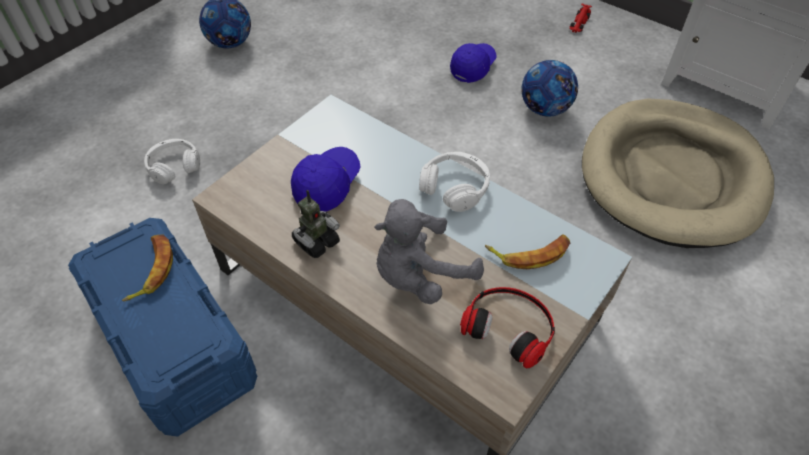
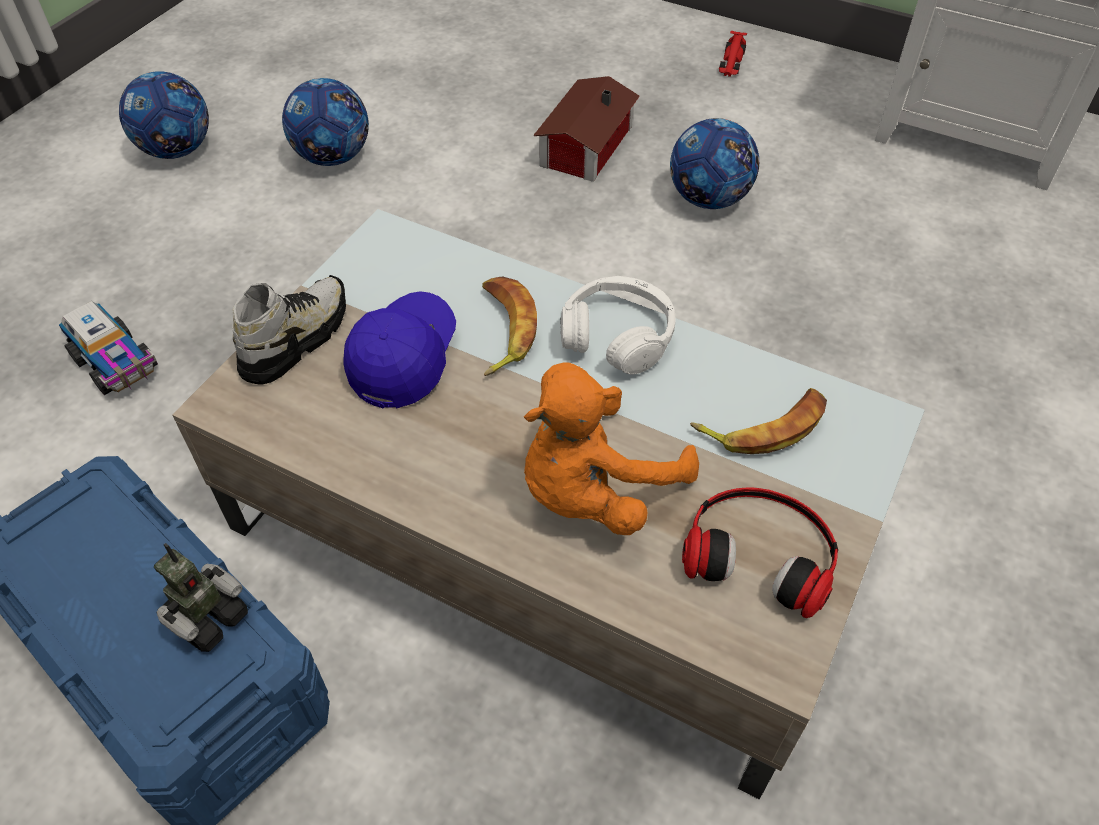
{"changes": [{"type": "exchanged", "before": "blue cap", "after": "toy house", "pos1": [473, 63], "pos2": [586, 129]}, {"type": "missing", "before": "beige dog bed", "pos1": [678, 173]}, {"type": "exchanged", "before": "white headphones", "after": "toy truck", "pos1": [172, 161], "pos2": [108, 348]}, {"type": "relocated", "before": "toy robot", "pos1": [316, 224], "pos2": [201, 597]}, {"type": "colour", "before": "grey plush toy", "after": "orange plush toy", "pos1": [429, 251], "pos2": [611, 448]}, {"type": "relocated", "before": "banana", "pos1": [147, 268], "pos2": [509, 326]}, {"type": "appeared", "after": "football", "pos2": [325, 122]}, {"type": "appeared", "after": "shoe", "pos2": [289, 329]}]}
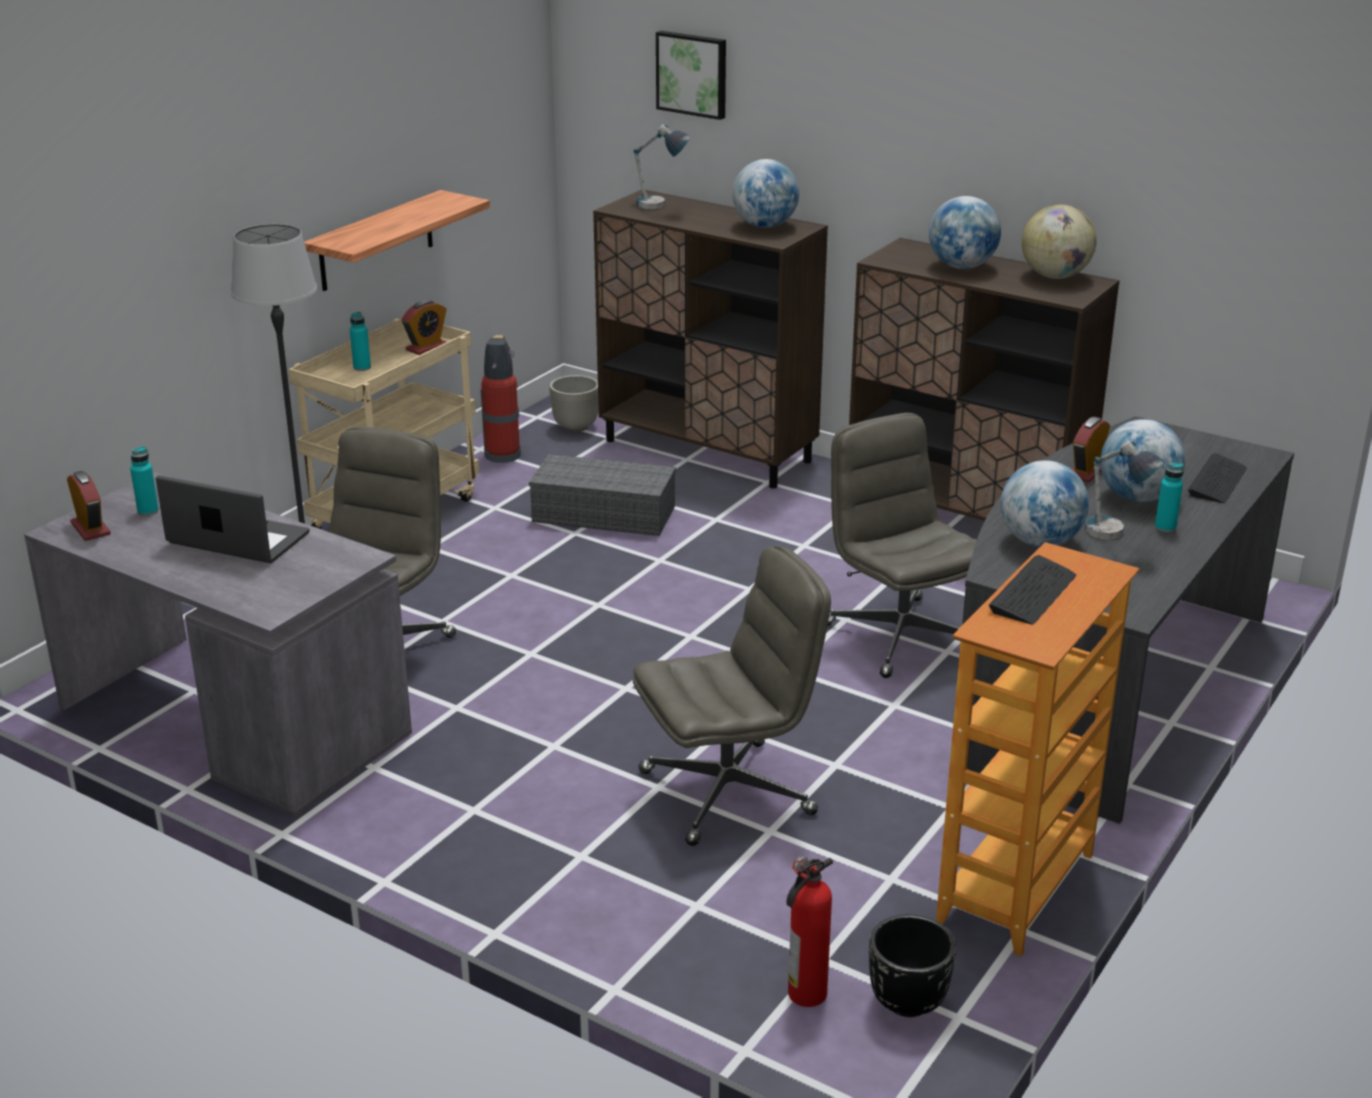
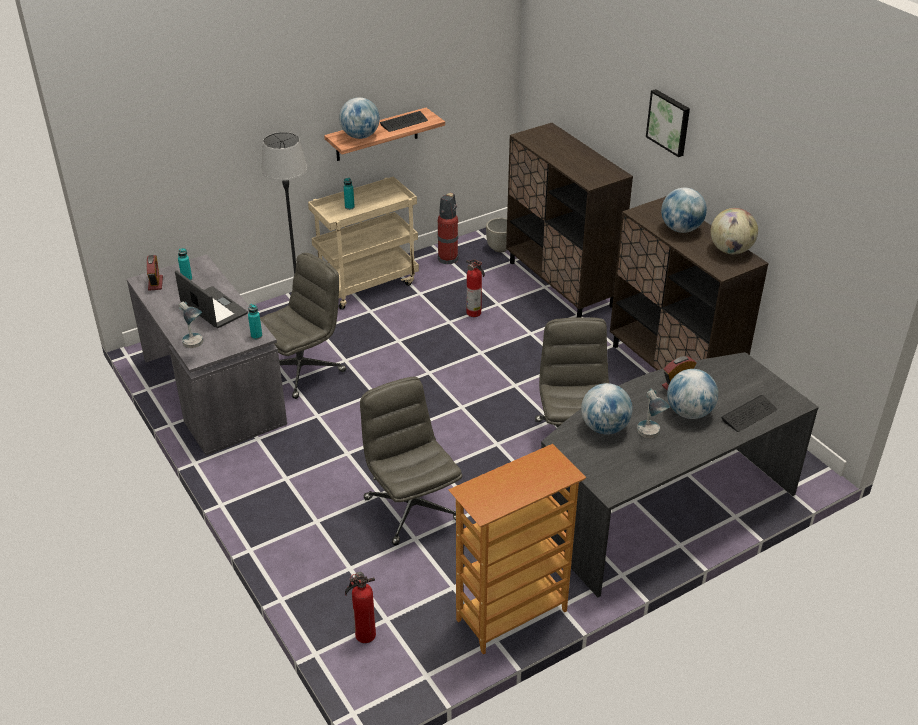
{"changes": [{"type": "relocated", "before": "picture", "pos1": [691, 75], "pos2": [668, 123]}, {"type": "relocated", "before": "table lamp", "pos1": [662, 166], "pos2": [191, 324]}, {"type": "relocated", "before": "globe", "pos1": [765, 193], "pos2": [359, 118]}, {"type": "missing", "before": "alarm clock", "pos1": [424, 327]}, {"type": "exchanged", "before": "grey storage box", "after": "fire extinguisher", "pos1": [602, 495], "pos2": [475, 288]}, {"type": "relocated", "before": "turquoise bottle", "pos1": [1169, 497], "pos2": [255, 321]}, {"type": "spun", "before": "grey office chair", "pos1": [732, 696], "pos2": [411, 461], "turn": -120}, {"type": "relocated", "before": "keyboard", "pos1": [1032, 590], "pos2": [404, 121]}, {"type": "missing", "before": "black planter", "pos1": [912, 965]}]}
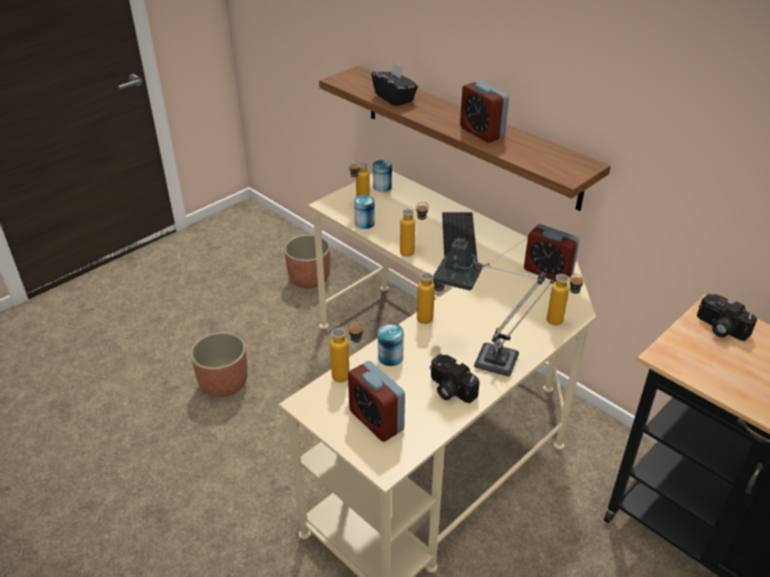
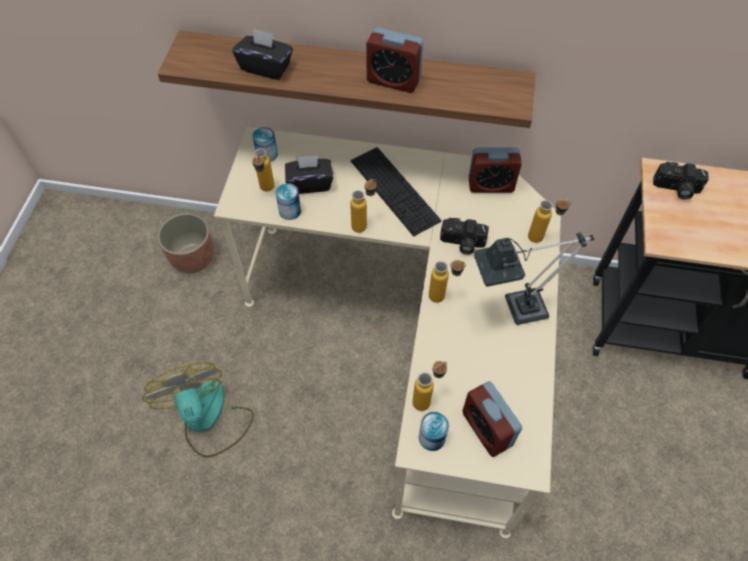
{"changes": [{"type": "relocated", "before": "can", "pos1": [391, 344], "pos2": [434, 431]}, {"type": "exchanged", "before": "planter", "after": "fan", "pos1": [219, 364], "pos2": [198, 410]}, {"type": "relocated", "before": "photo camera", "pos1": [454, 378], "pos2": [464, 236]}, {"type": "spun", "before": "alarm clock", "pos1": [376, 401], "pos2": [492, 419], "turn": 45}, {"type": "appeared", "after": "black tissue box", "pos2": [309, 175]}]}
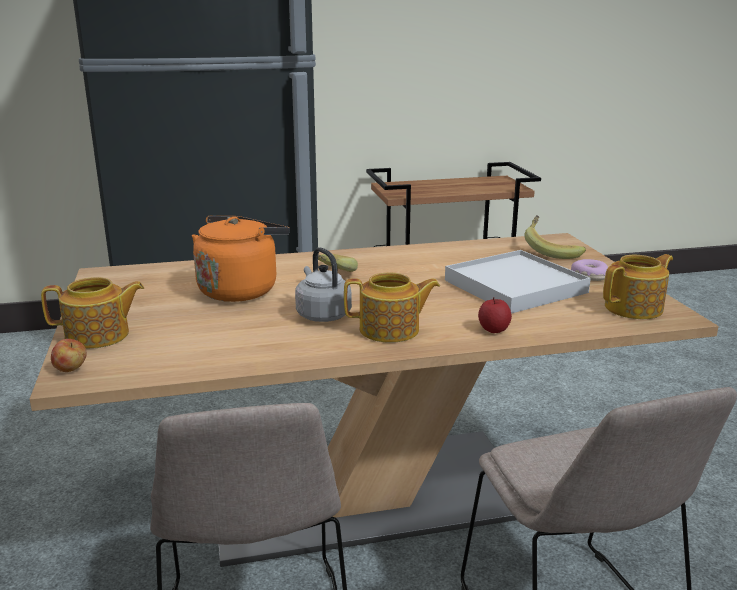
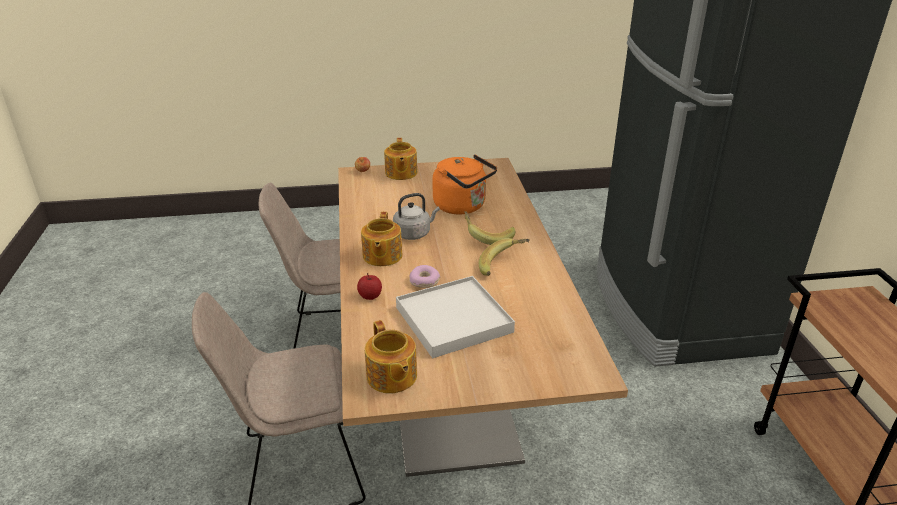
{"changes": [{"type": "relocated", "before": "banana", "pos1": [555, 237], "pos2": [504, 257]}, {"type": "relocated", "before": "donut", "pos1": [589, 270], "pos2": [424, 276]}]}
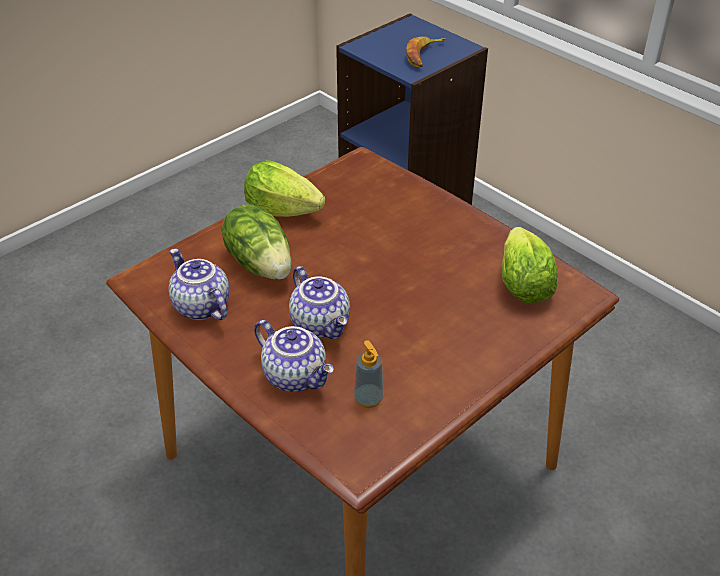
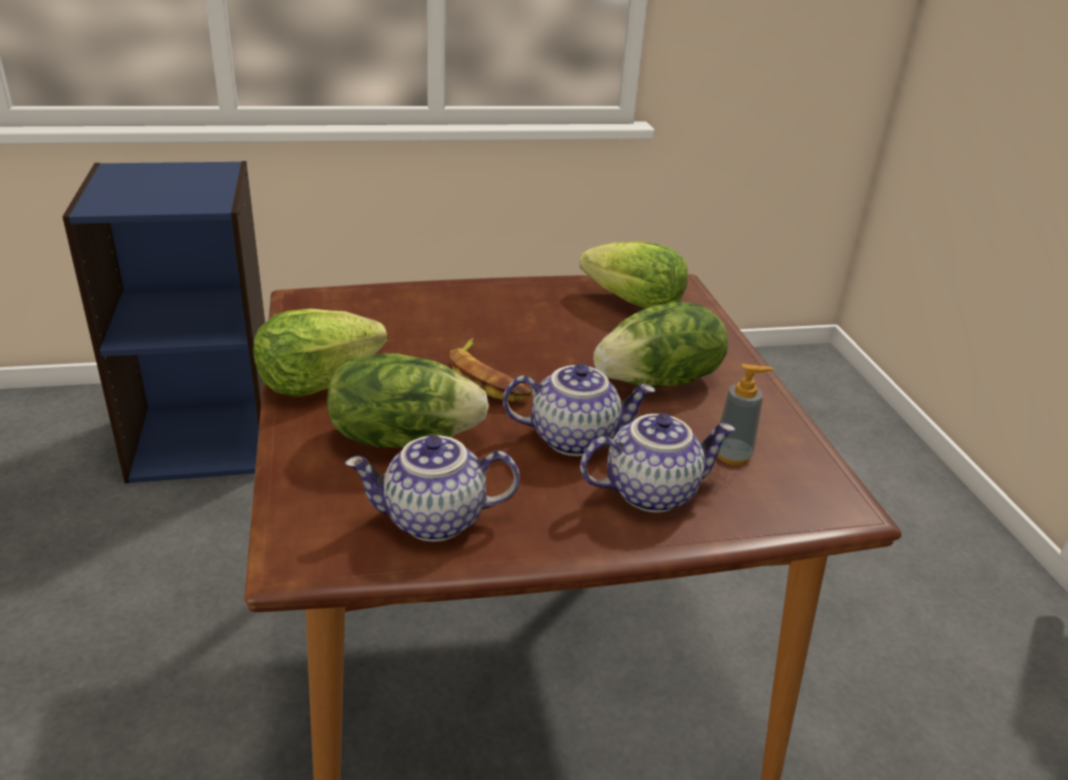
{"changes": [{"type": "relocated", "before": "banana", "pos1": [426, 51], "pos2": [490, 370]}, {"type": "appeared", "after": "lettuce", "pos2": [660, 344]}]}
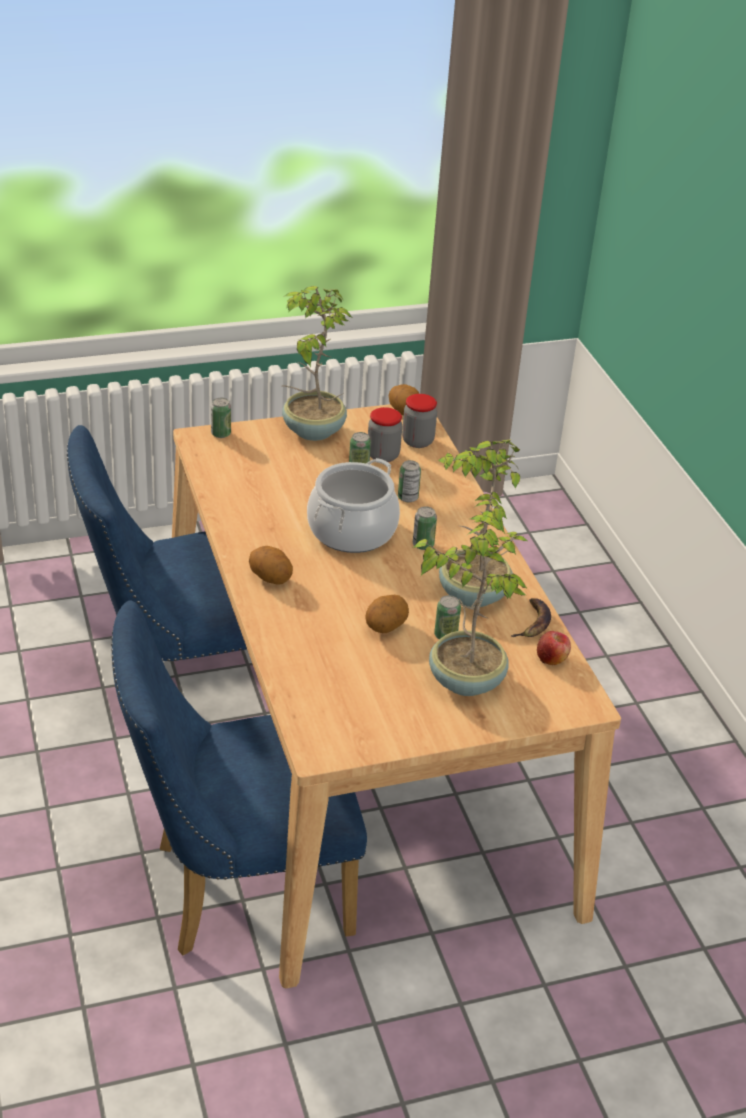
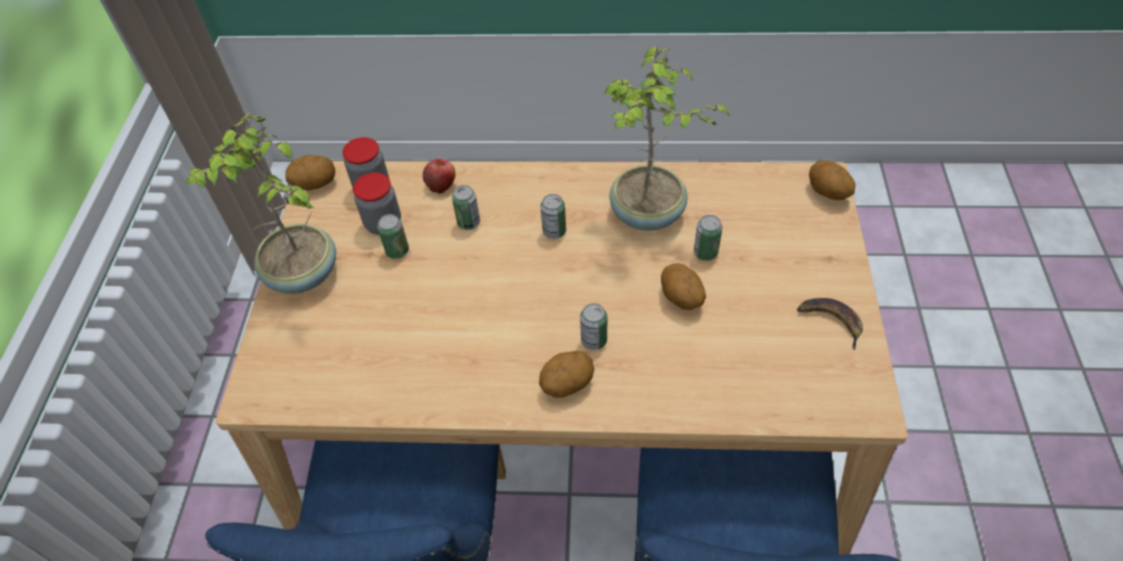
{"changes": [{"type": "relocated", "before": "can", "pos1": [221, 418], "pos2": [593, 326]}, {"type": "missing", "before": "cooking pot", "pos1": [353, 505]}, {"type": "missing", "before": "potted plant", "pos1": [470, 603]}, {"type": "relocated", "before": "banana", "pos1": [531, 617], "pos2": [830, 324]}, {"type": "relocated", "before": "apple", "pos1": [554, 648], "pos2": [439, 176]}, {"type": "appeared", "after": "potato", "pos2": [832, 180]}]}
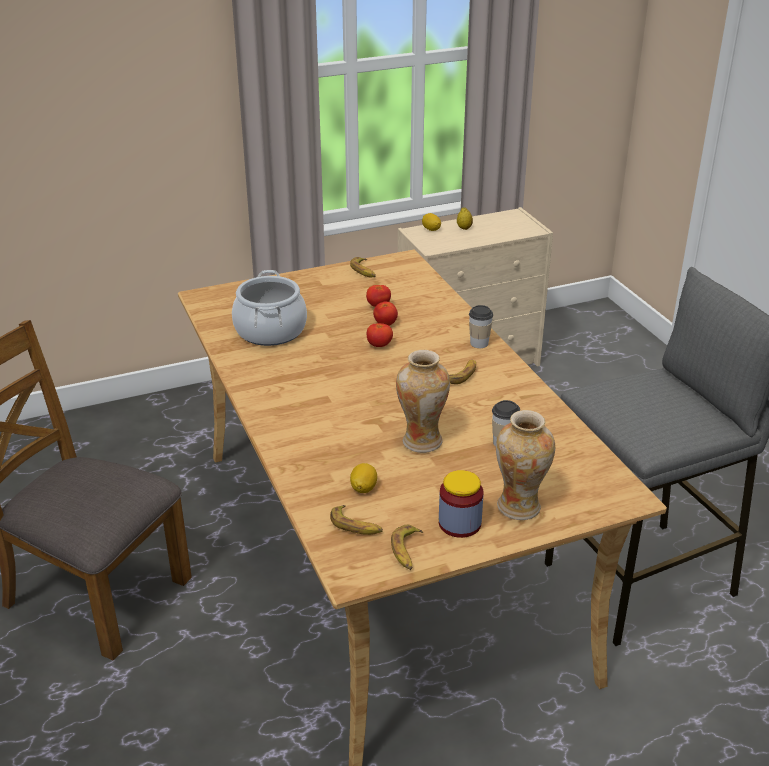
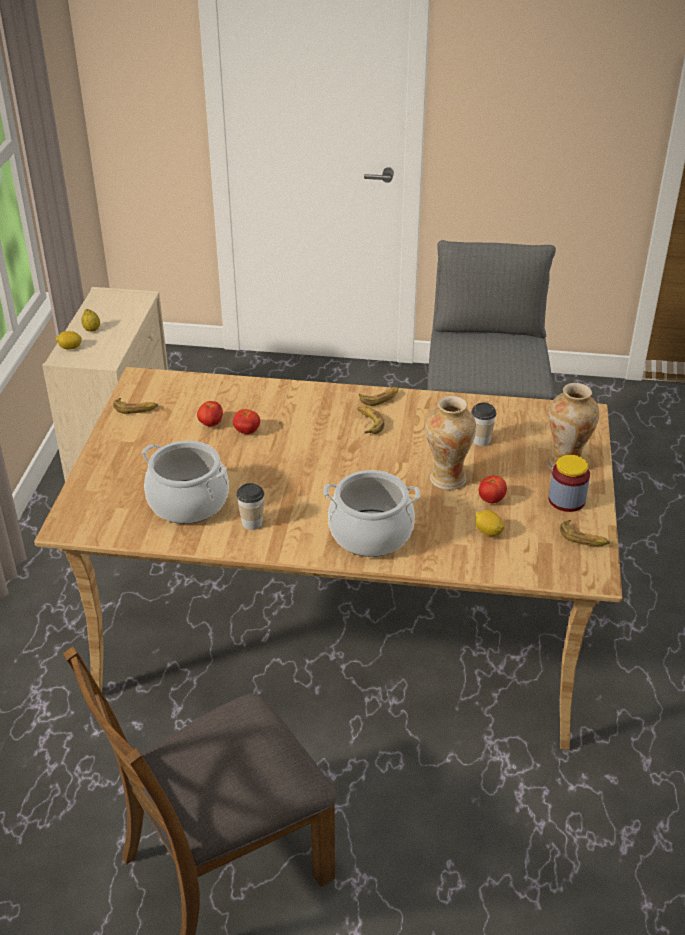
{"changes": [{"type": "relocated", "before": "cup", "pos1": [481, 326], "pos2": [250, 506]}, {"type": "relocated", "before": "tomato", "pos1": [380, 335], "pos2": [492, 489]}, {"type": "relocated", "before": "banana", "pos1": [356, 520], "pos2": [379, 396]}, {"type": "appeared", "after": "cooking pot", "pos2": [371, 513]}]}
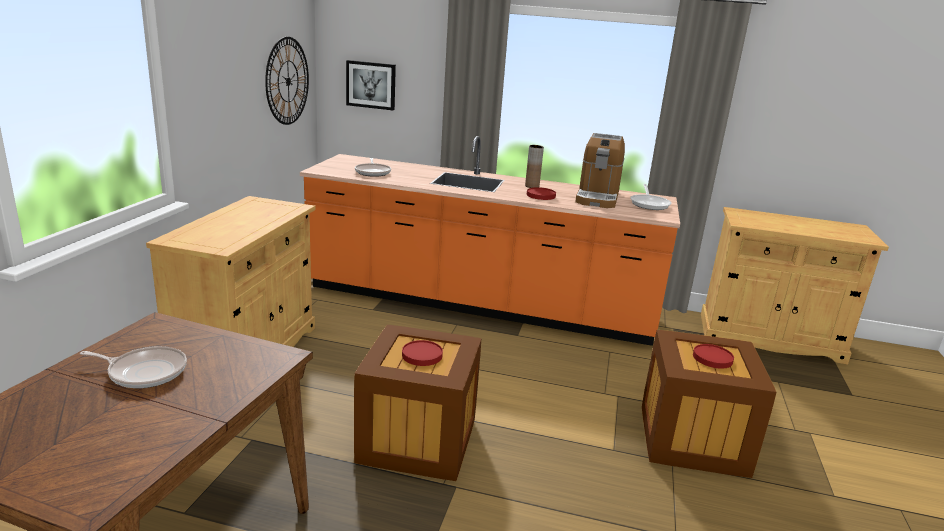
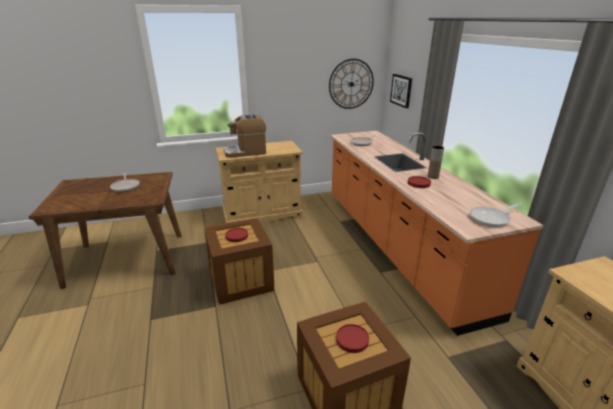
{"changes": [{"type": "relocated", "before": "coffee machine", "pos1": [600, 170], "pos2": [245, 136]}]}
